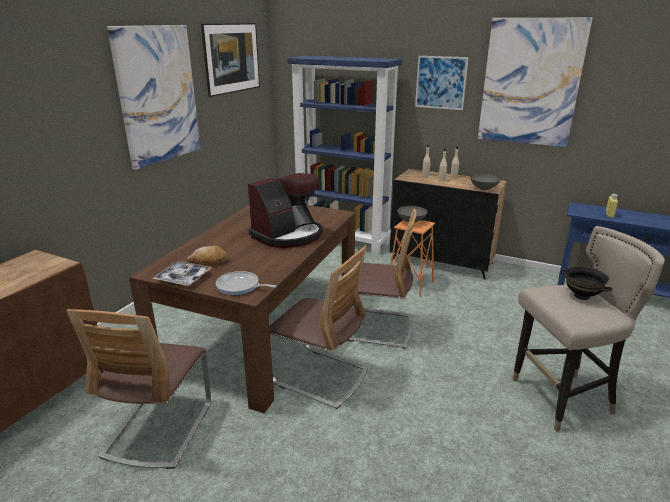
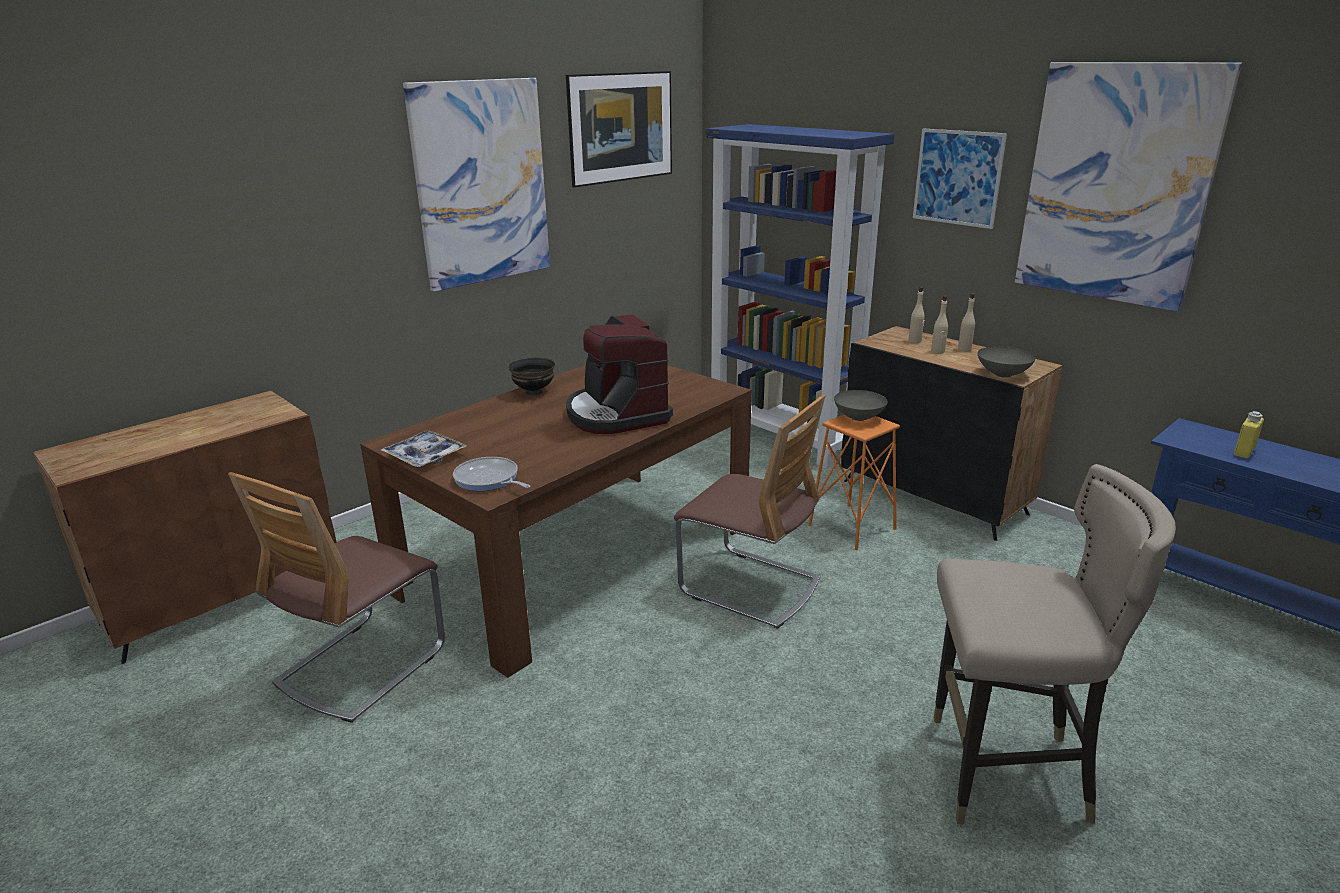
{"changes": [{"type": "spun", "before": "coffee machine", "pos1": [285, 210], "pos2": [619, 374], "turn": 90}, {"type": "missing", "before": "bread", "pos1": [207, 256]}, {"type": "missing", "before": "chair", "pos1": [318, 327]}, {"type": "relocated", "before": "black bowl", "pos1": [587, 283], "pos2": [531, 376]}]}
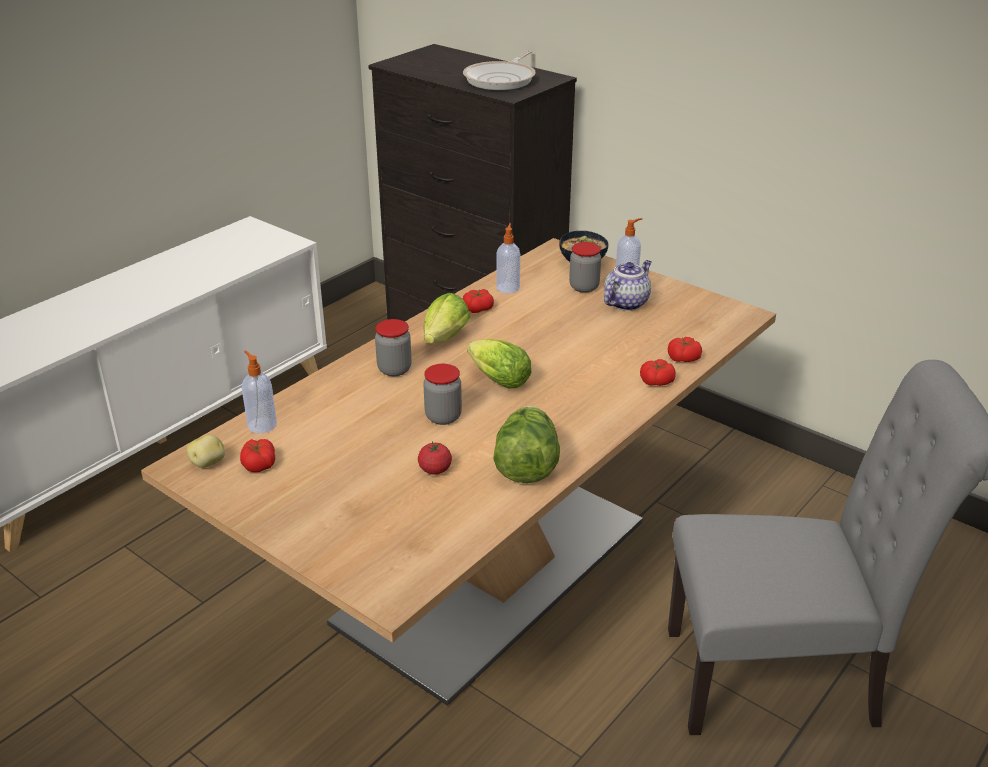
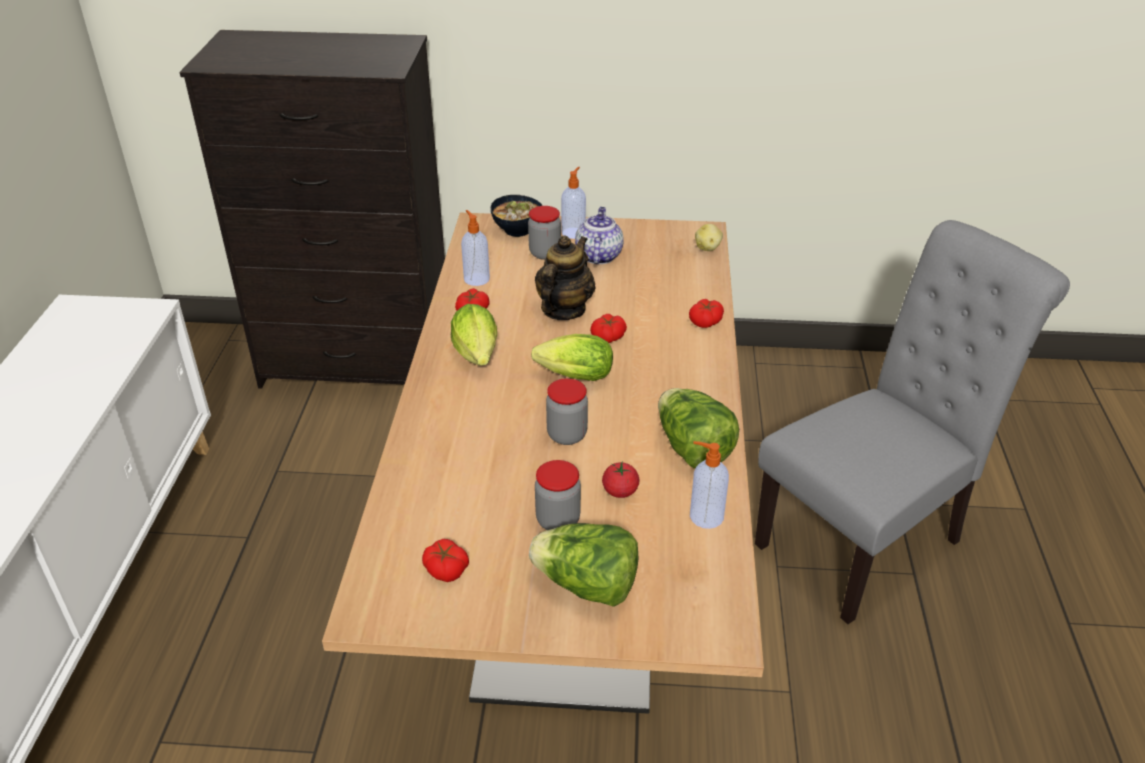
{"changes": [{"type": "missing", "before": "frying pan", "pos1": [499, 70]}, {"type": "relocated", "before": "jar", "pos1": [393, 347], "pos2": [558, 495]}, {"type": "relocated", "before": "tomato", "pos1": [685, 349], "pos2": [608, 328]}, {"type": "relocated", "before": "soap dispenser", "pos1": [259, 391], "pos2": [709, 485]}, {"type": "relocated", "before": "potato", "pos1": [206, 451], "pos2": [709, 237]}, {"type": "appeared", "after": "teapot", "pos2": [565, 278]}, {"type": "appeared", "after": "lettuce", "pos2": [583, 565]}]}
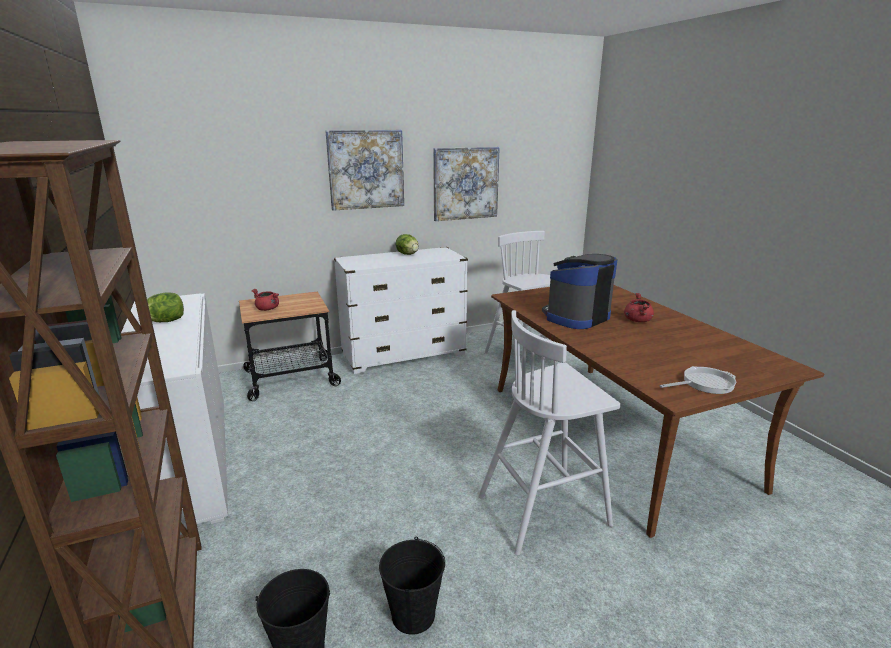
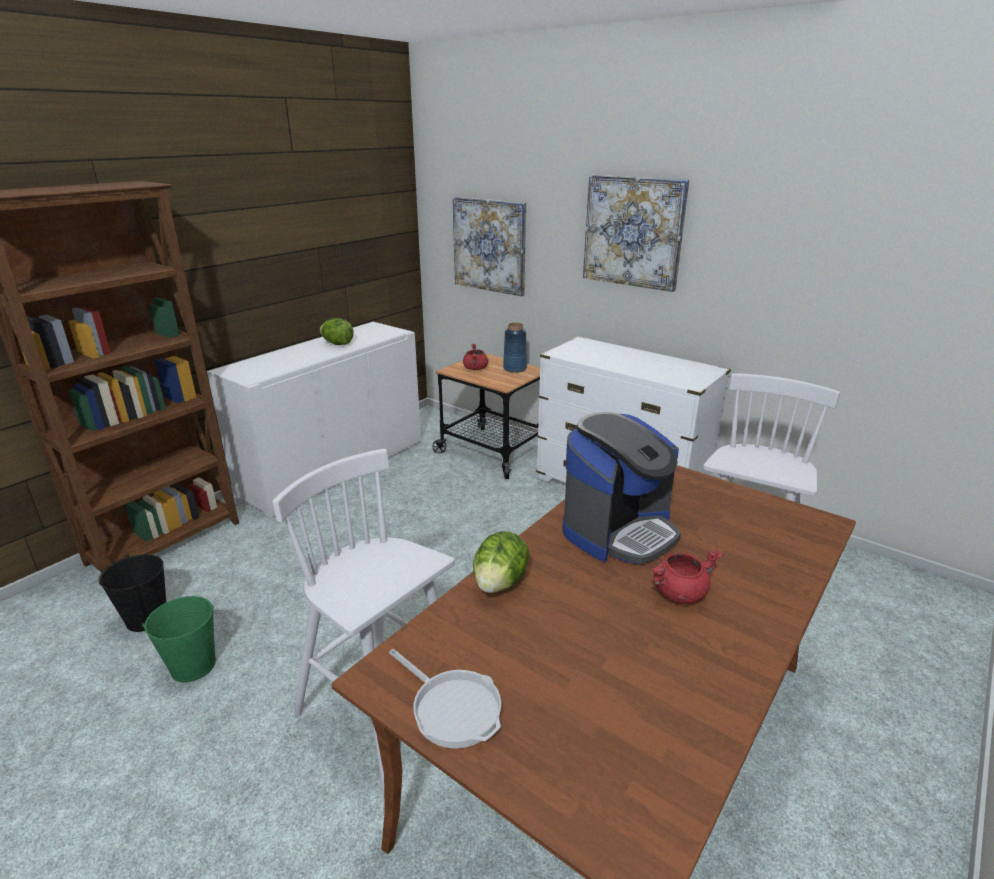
{"changes": [{"type": "relocated", "before": "picture", "pos1": [466, 184], "pos2": [489, 246]}, {"type": "relocated", "before": "lettuce", "pos1": [407, 244], "pos2": [501, 562]}, {"type": "spun", "before": "coffee machine", "pos1": [580, 291], "pos2": [621, 488], "turn": 120}, {"type": "colour", "before": "black bucket", "after": "green bucket", "pos1": [412, 585], "pos2": [179, 639]}, {"type": "appeared", "after": "blue vase", "pos2": [515, 348]}]}
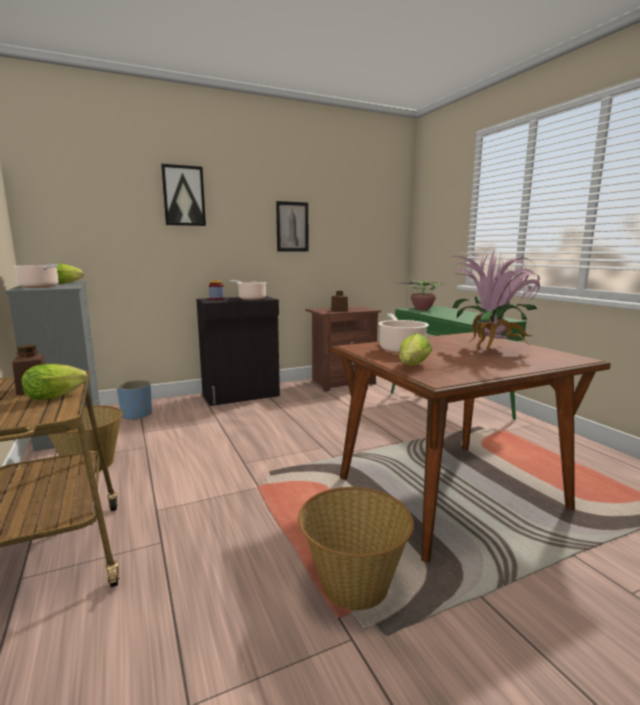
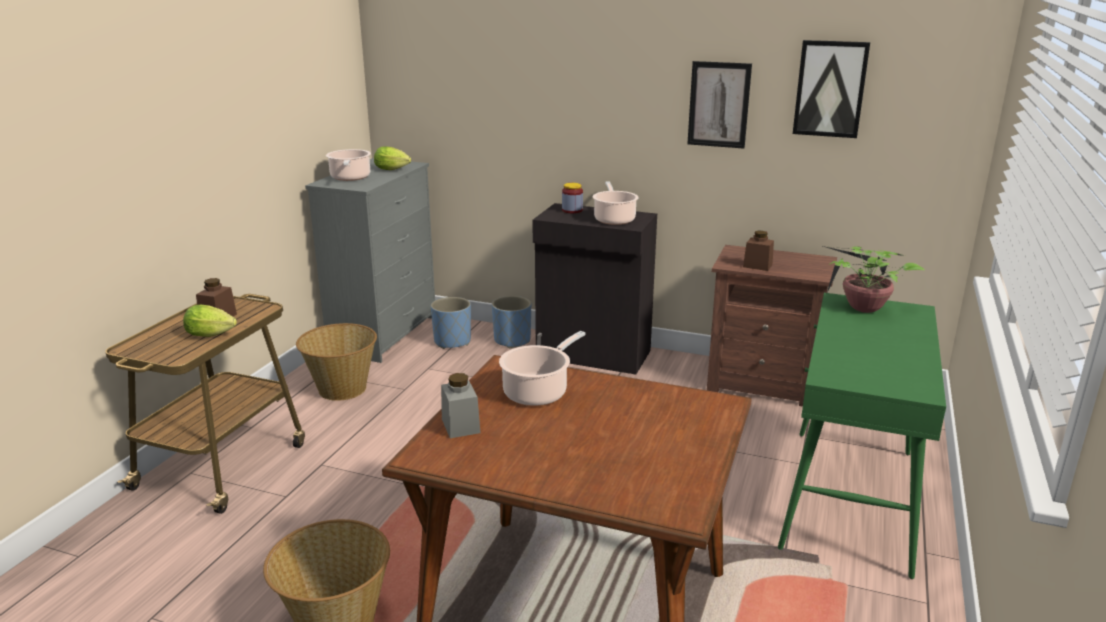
{"changes": [{"type": "relocated", "before": "picture", "pos1": [183, 195], "pos2": [831, 89]}, {"type": "missing", "before": "potted plant", "pos1": [494, 302]}, {"type": "exchanged", "before": "lettuce", "after": "grey jar", "pos1": [415, 349], "pos2": [461, 405]}, {"type": "appeared", "after": "blue planter", "pos2": [511, 322]}]}
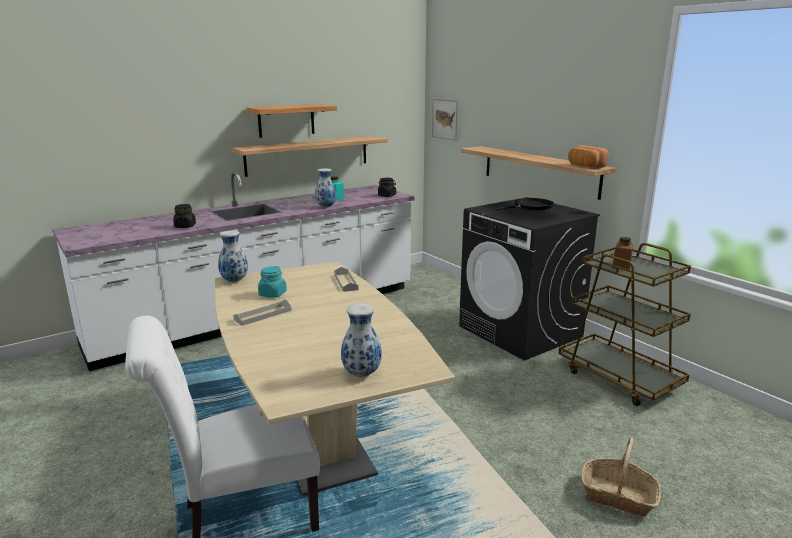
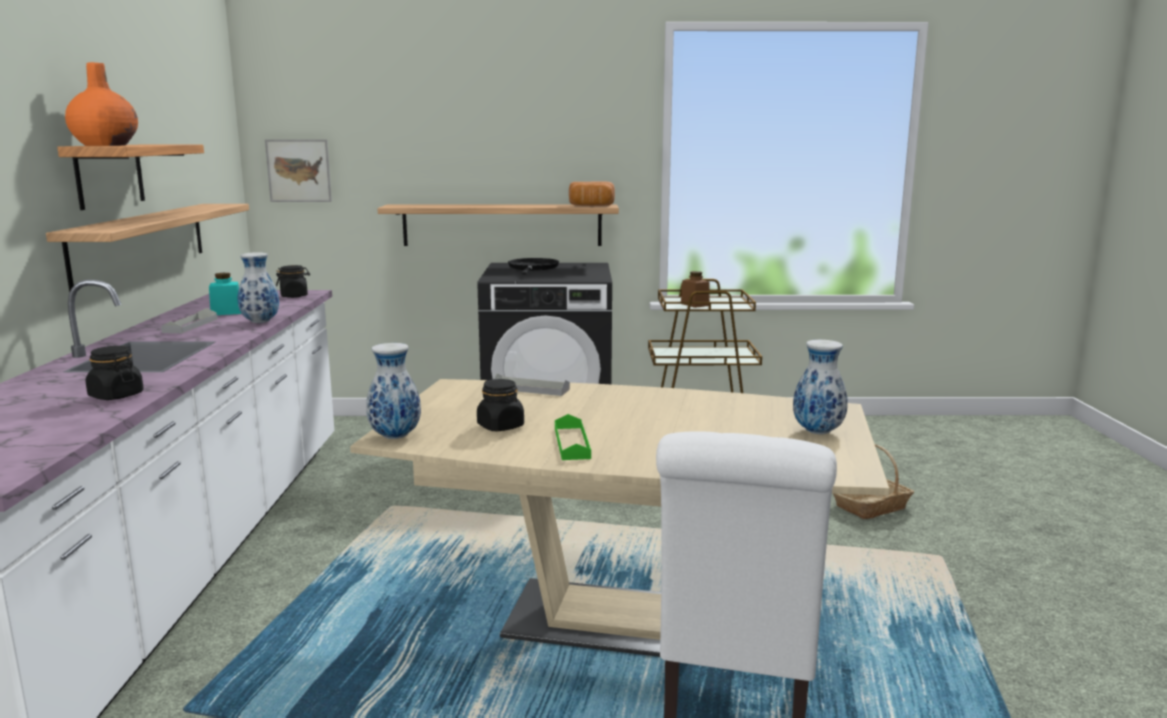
{"changes": [{"type": "colour", "before": "turquoise jar", "after": "black jar", "pos1": [272, 282], "pos2": [500, 405]}, {"type": "colour", "before": "grey tray", "after": "green tray", "pos1": [262, 313], "pos2": [573, 437]}, {"type": "appeared", "after": "orange vase", "pos2": [101, 104]}]}
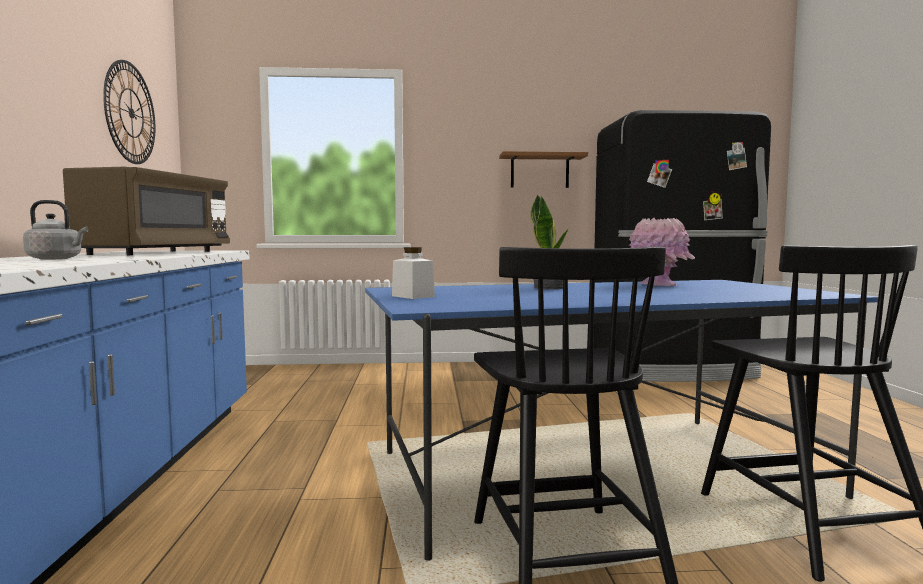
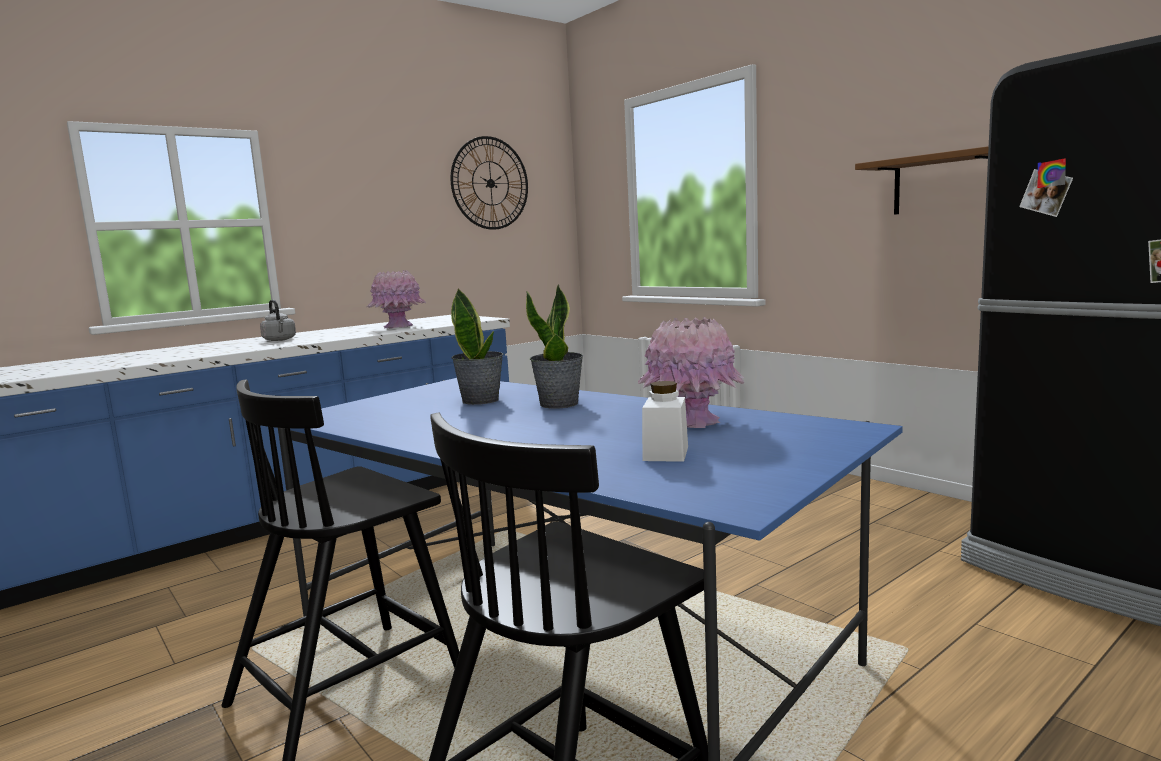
{"changes": [{"type": "exchanged", "before": "brown microwave", "after": "pink vase", "pos1": [146, 211], "pos2": [396, 299]}, {"type": "relocated", "before": "white jar", "pos1": [413, 273], "pos2": [665, 421]}, {"type": "appeared", "after": "potted plant", "pos2": [477, 346]}]}
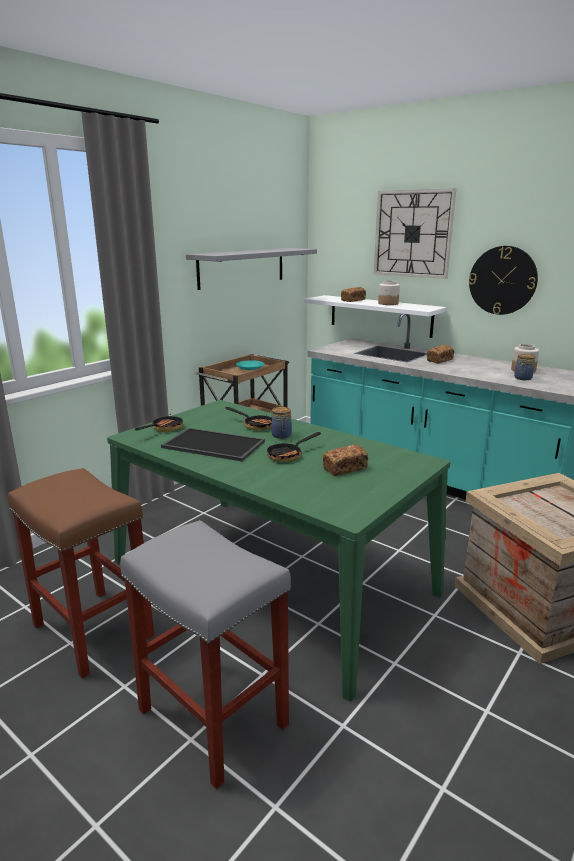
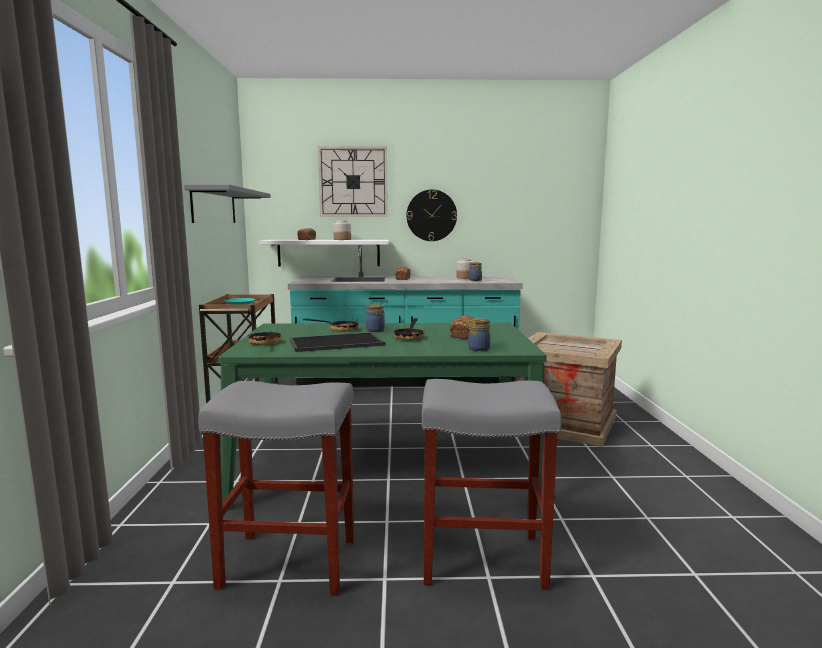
{"changes": [{"type": "colour", "before": "brown stool", "after": "grey stool", "pos1": [81, 573], "pos2": [276, 488]}, {"type": "appeared", "after": "jar", "pos2": [479, 334]}]}
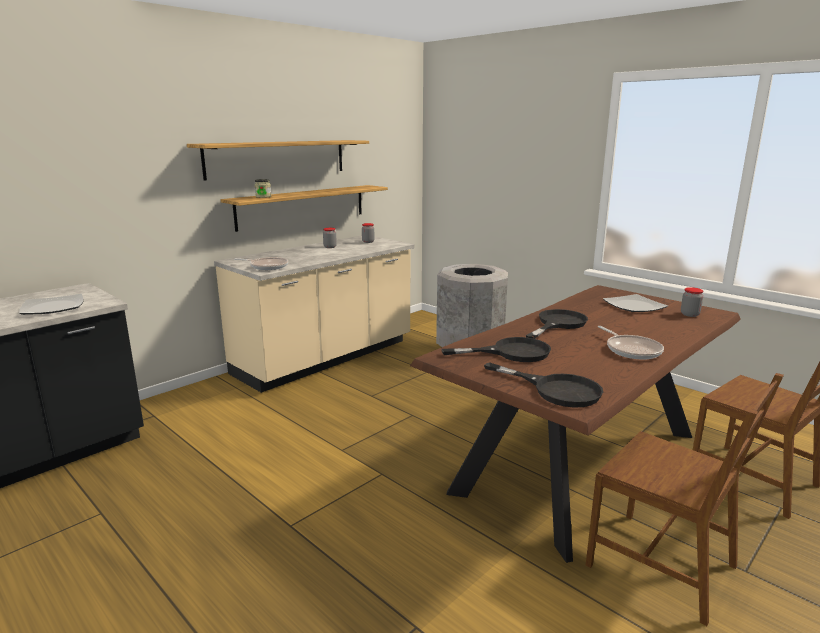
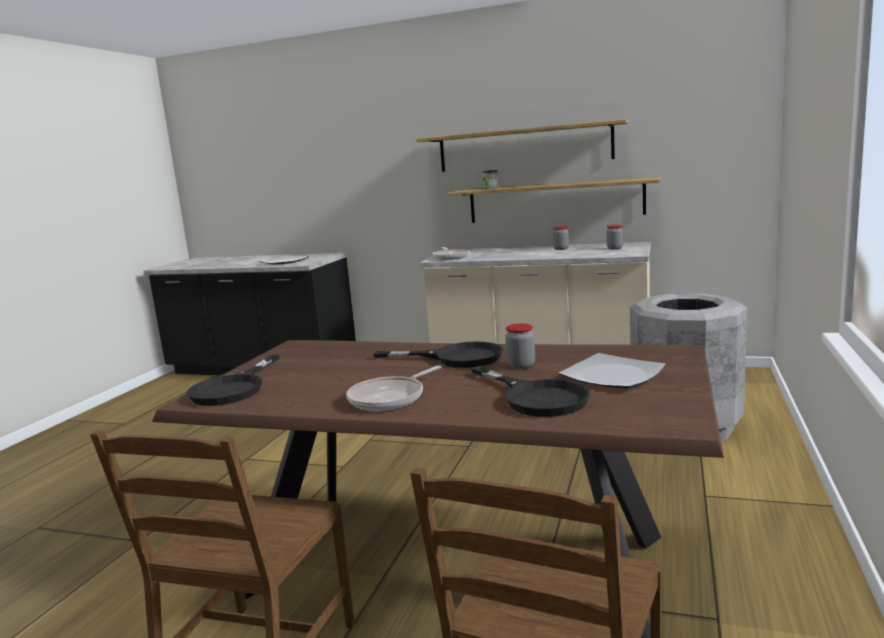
{"changes": [{"type": "relocated", "before": "jar", "pos1": [692, 302], "pos2": [520, 346]}, {"type": "relocated", "before": "black frying pan", "pos1": [496, 349], "pos2": [530, 391]}]}
